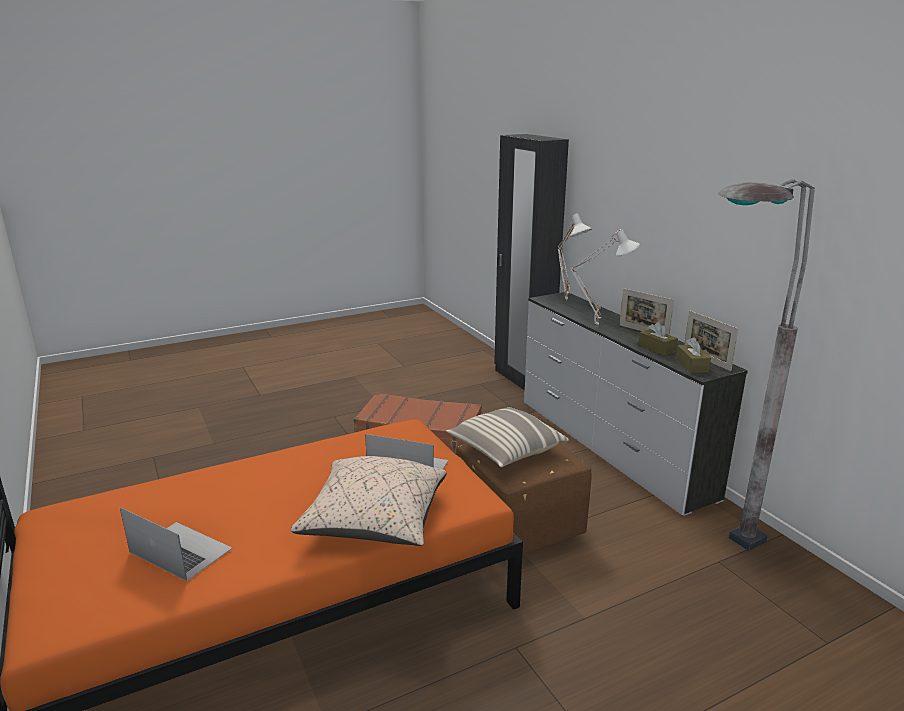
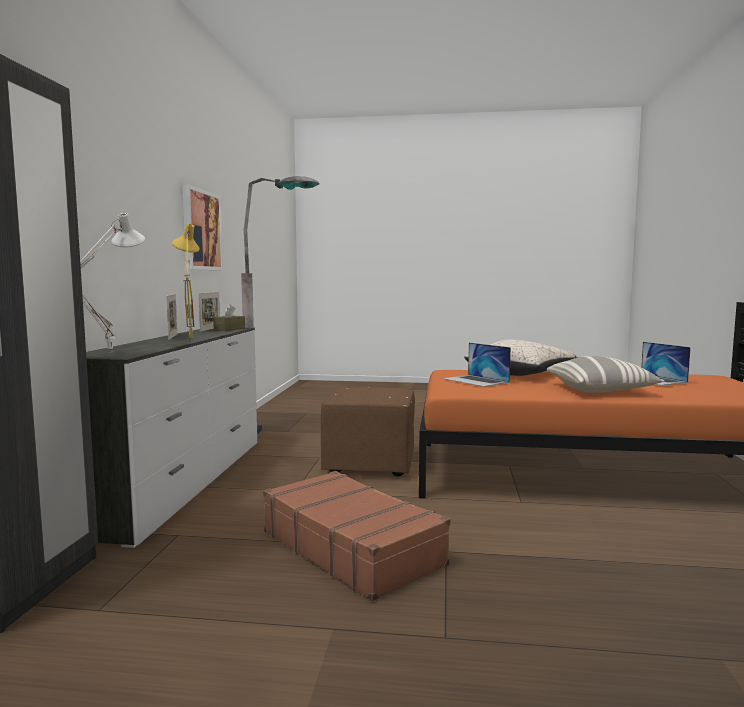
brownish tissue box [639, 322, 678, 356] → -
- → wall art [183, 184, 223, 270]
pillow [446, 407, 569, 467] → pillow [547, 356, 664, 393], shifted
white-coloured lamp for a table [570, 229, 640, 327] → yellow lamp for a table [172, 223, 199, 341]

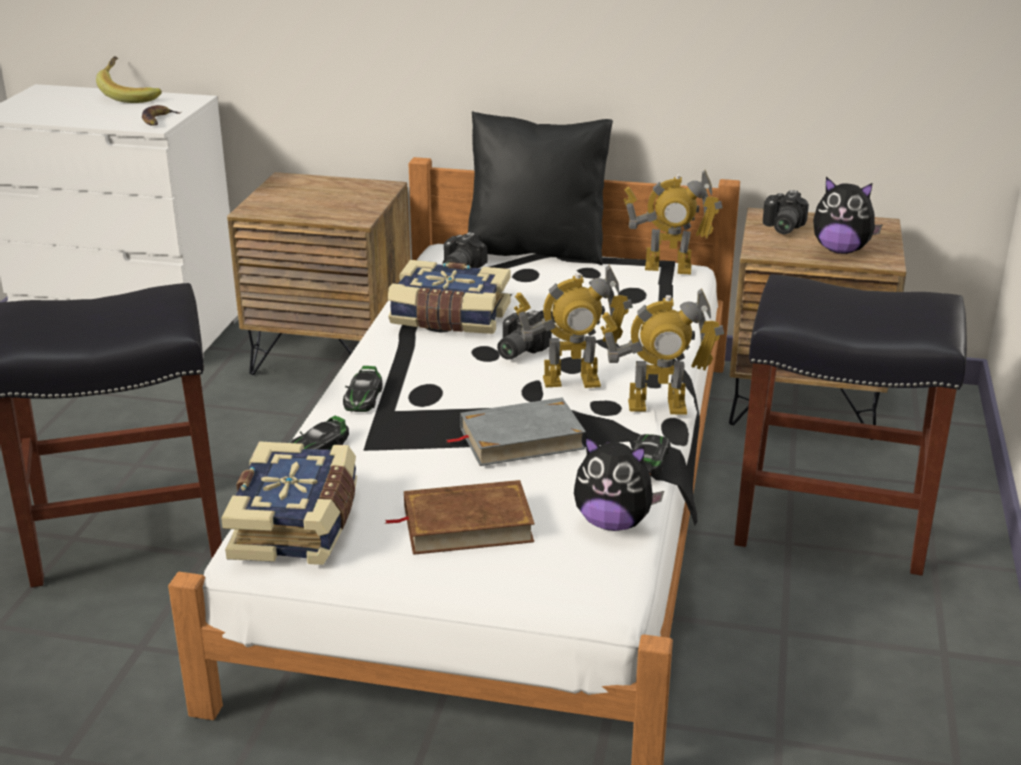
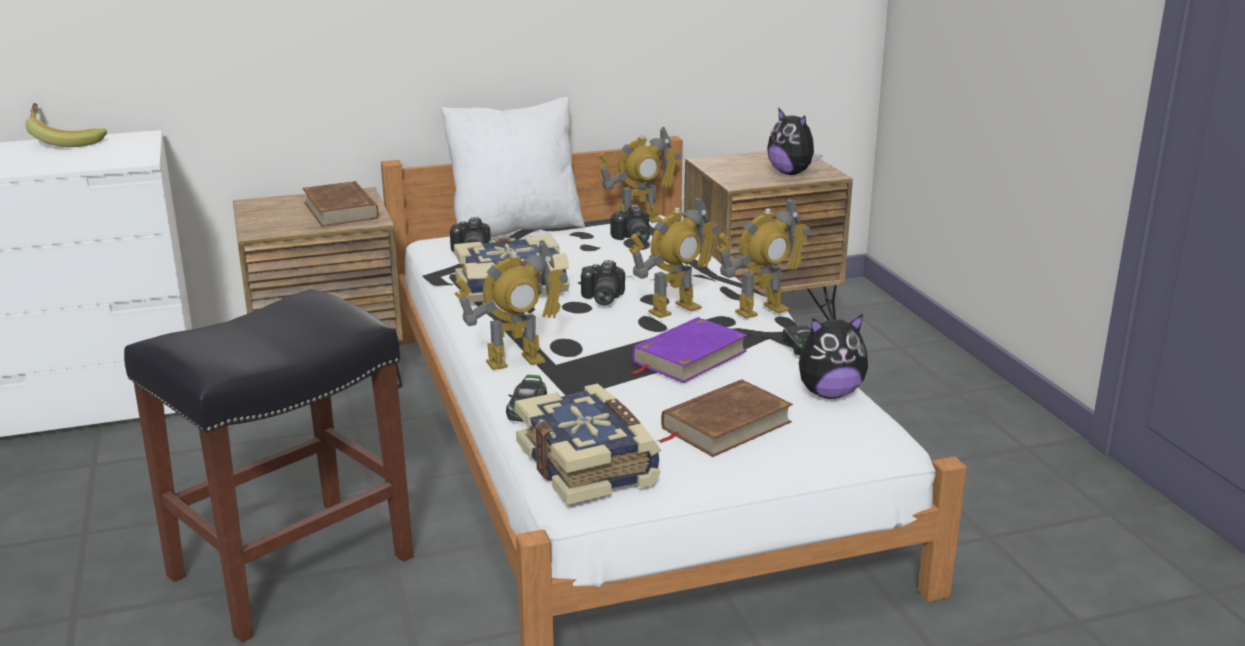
banana [142, 105, 181, 126] → -
black stool seat [734, 274, 967, 576] → -
- → brownish volume [302, 181, 379, 227]
photo camera [763, 190, 809, 234] → photo camera [611, 205, 650, 244], shifted
miniature car [343, 366, 383, 412] → toy robot [455, 240, 568, 370]
gray volume [446, 398, 586, 466] → purple-coloured volume [631, 317, 748, 383]
black pillow [468, 111, 613, 265] → white-coloured pillow [441, 97, 586, 237]
soft toy [813, 177, 882, 254] → soft toy [767, 108, 823, 175], 60 degrees clockwise

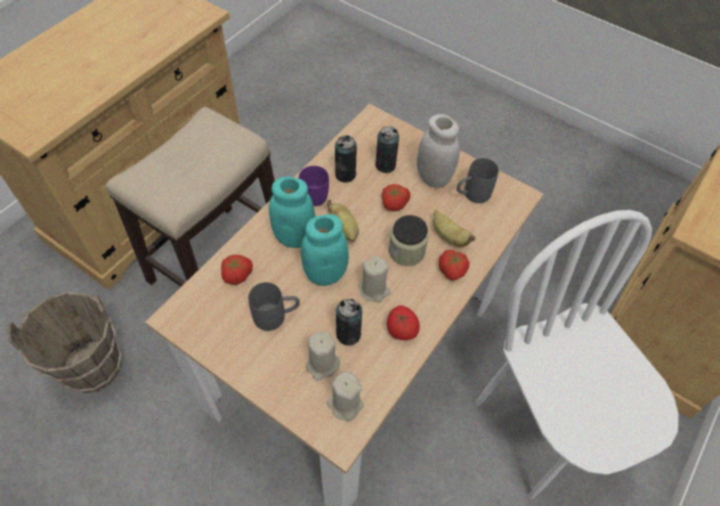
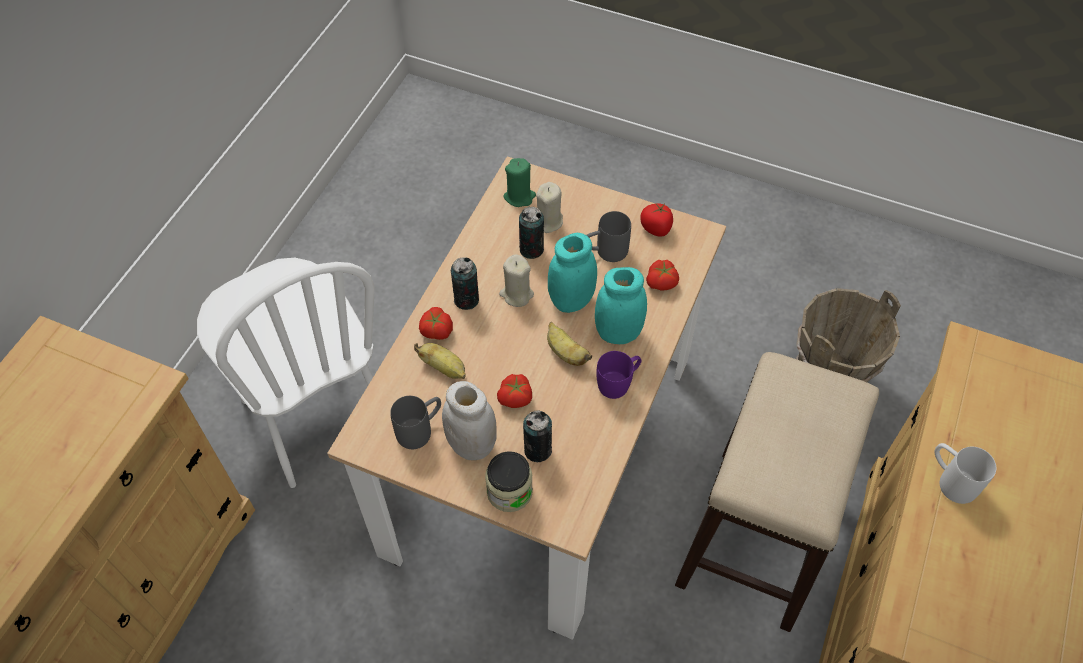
- → white-coloured tea mug [934, 443, 996, 504]
can [335, 135, 357, 182] → can [451, 257, 479, 310], shifted
whole tomato [387, 305, 420, 340] → whole tomato [640, 203, 673, 237], shifted
storage jar [389, 215, 429, 266] → storage jar [485, 451, 533, 512], shifted
beige wax candle [327, 372, 364, 421] → greenish wax candle [503, 158, 536, 207]

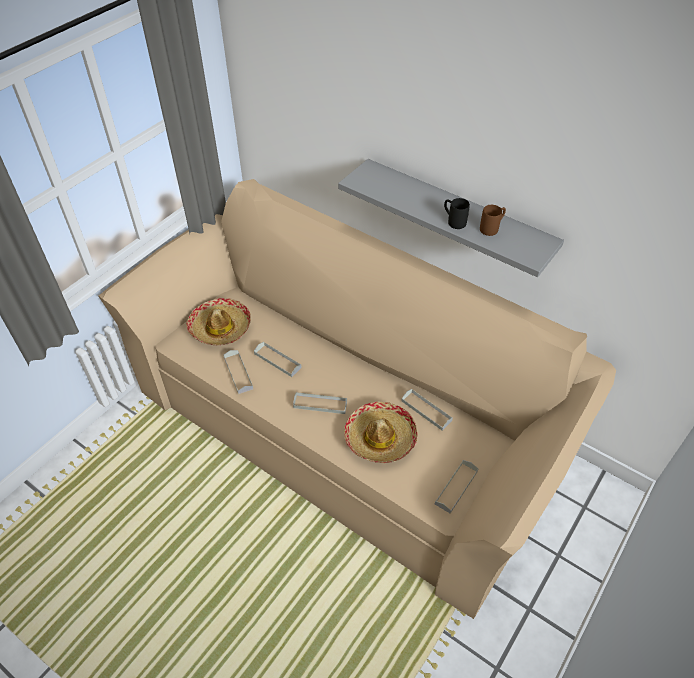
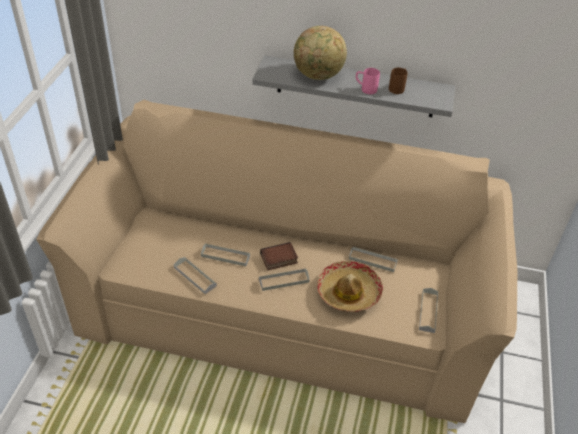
wearable hat [186, 298, 251, 345] → -
- → volume [260, 242, 298, 270]
- → world globe [294, 26, 347, 80]
black tea mug [444, 198, 470, 229] → pinkish tea mug [356, 68, 380, 94]

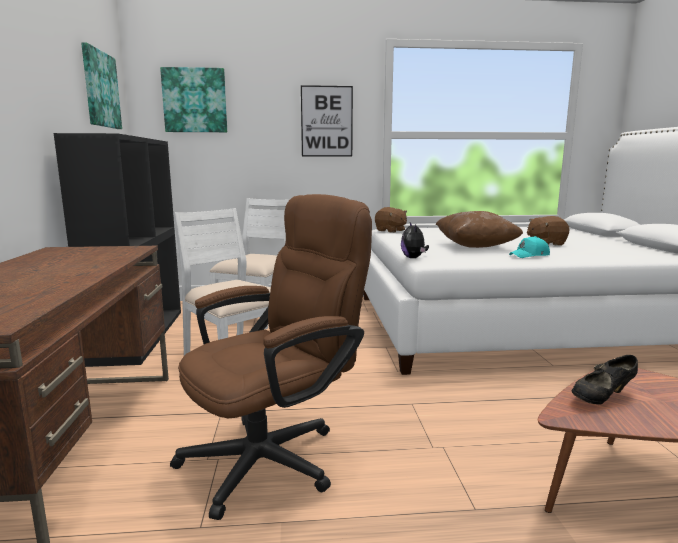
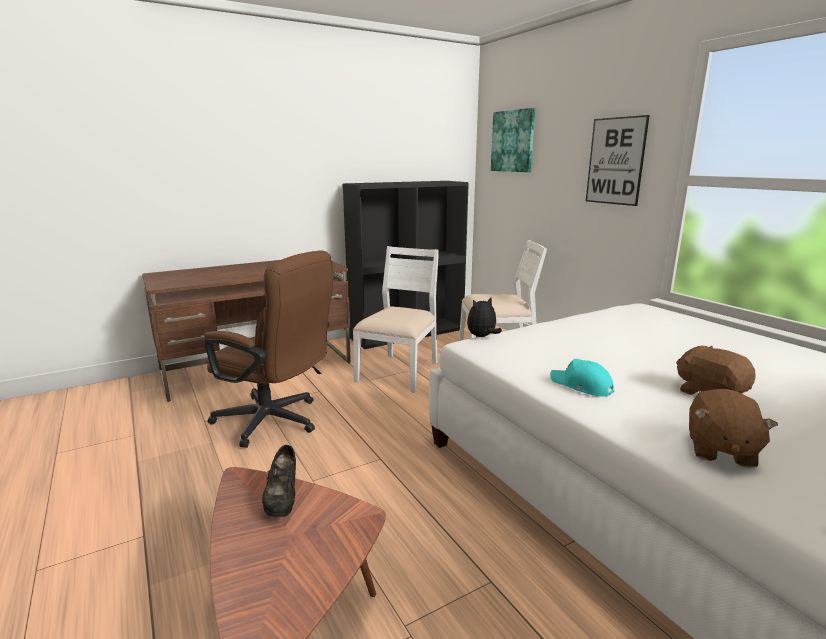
wall art [81, 42, 122, 129] → -
brownish pillow [436, 211, 523, 248] → -
brownish soft toy [375, 207, 407, 233] → brownish soft toy [689, 389, 778, 468], shifted
black item of footwear [572, 355, 638, 405] → black item of footwear [262, 445, 296, 517], 135 degrees counterclockwise

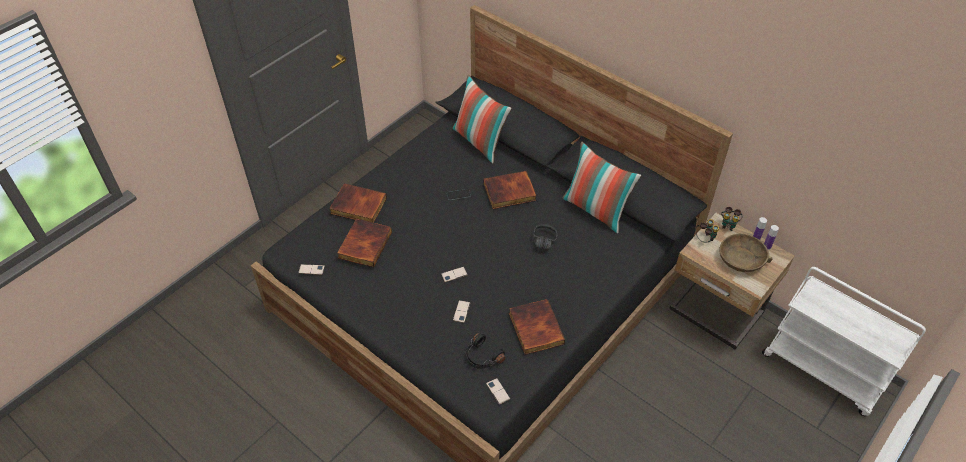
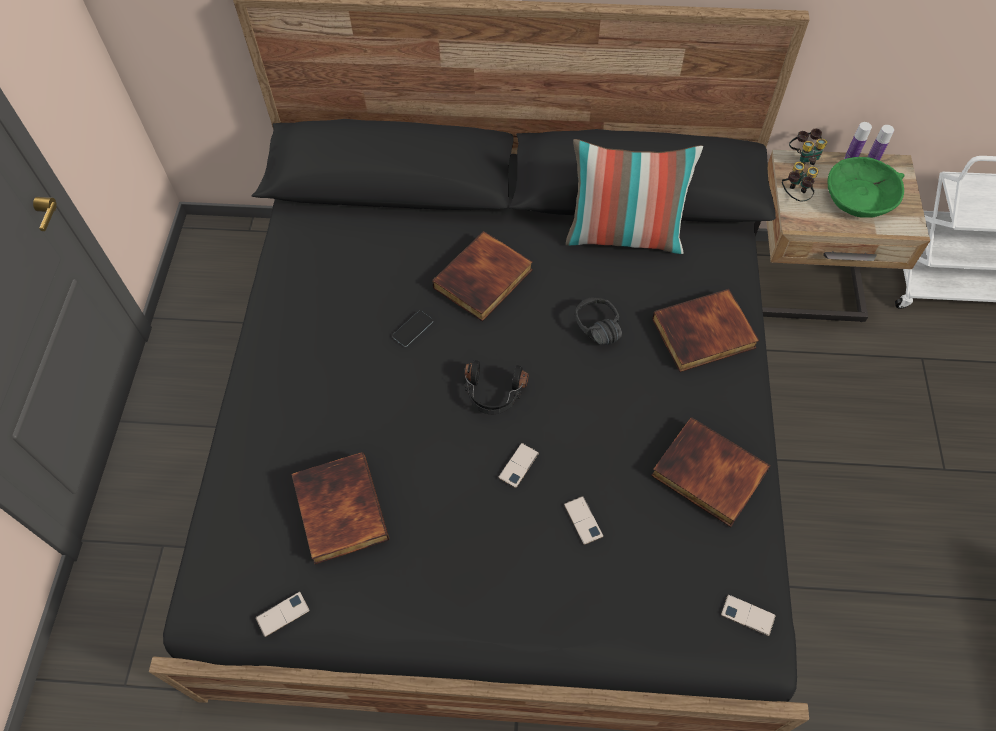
pillow [452, 75, 512, 164] → -
volume [329, 183, 387, 223] → volume [652, 289, 759, 372], shifted
black headphones [466, 333, 505, 369] → black headphones [464, 360, 529, 414], shifted
brownish deep dish [719, 234, 772, 272] → greenish deep dish [828, 157, 904, 218]

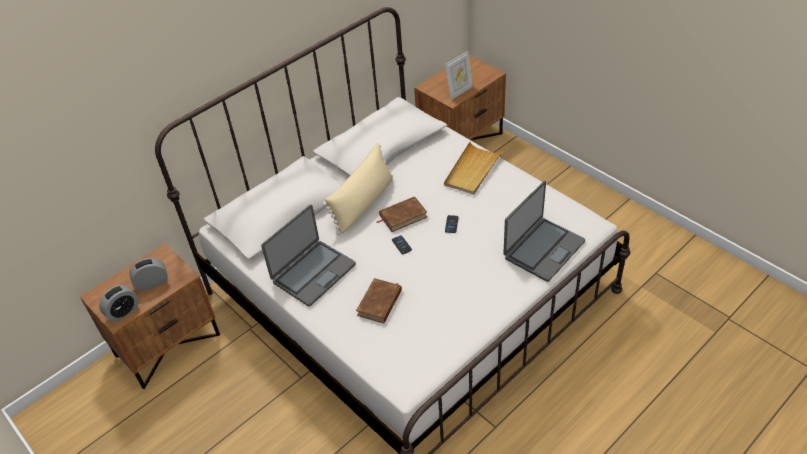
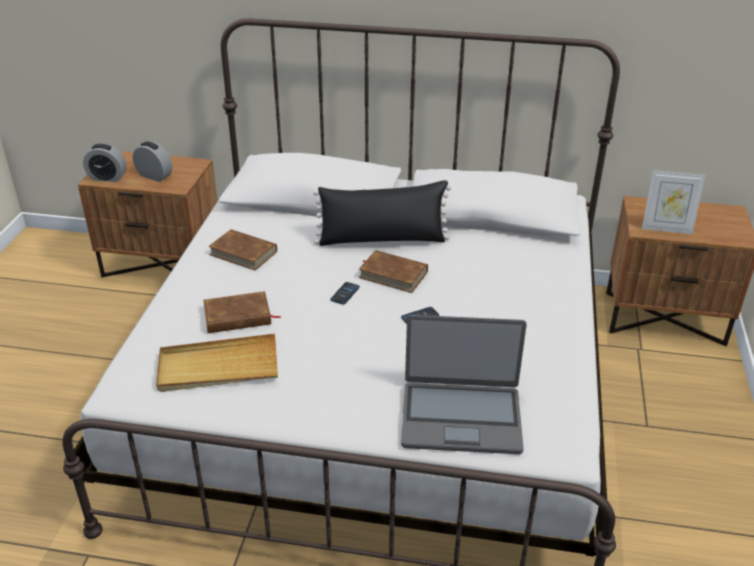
beige serving tray [444, 142, 503, 195] → beige serving tray [156, 334, 278, 392], shifted
portable computer [261, 205, 356, 306] → brownish volume [208, 229, 277, 271]
beige pillow [322, 143, 393, 235] → black pillow [313, 180, 451, 246]

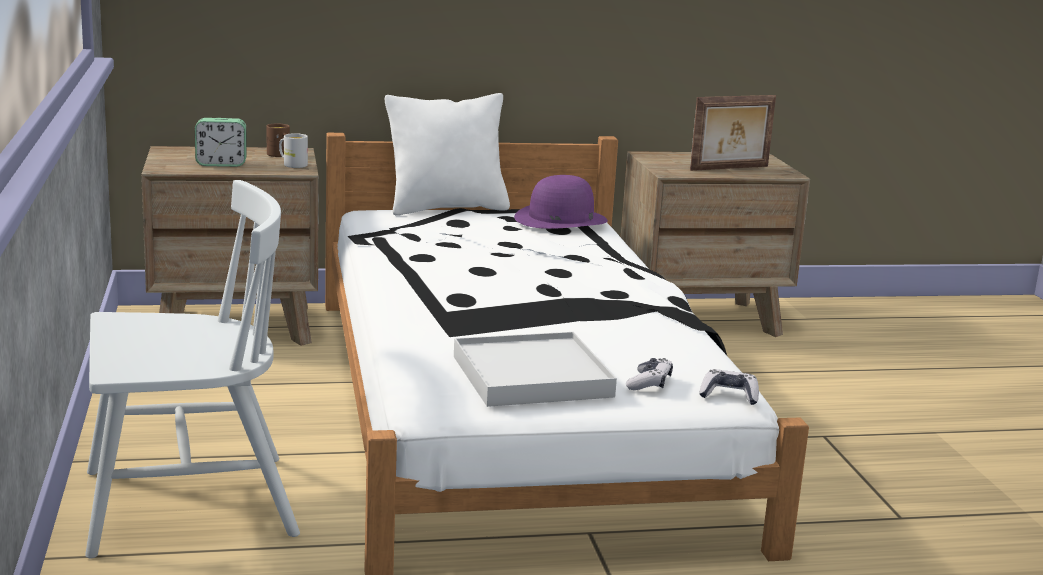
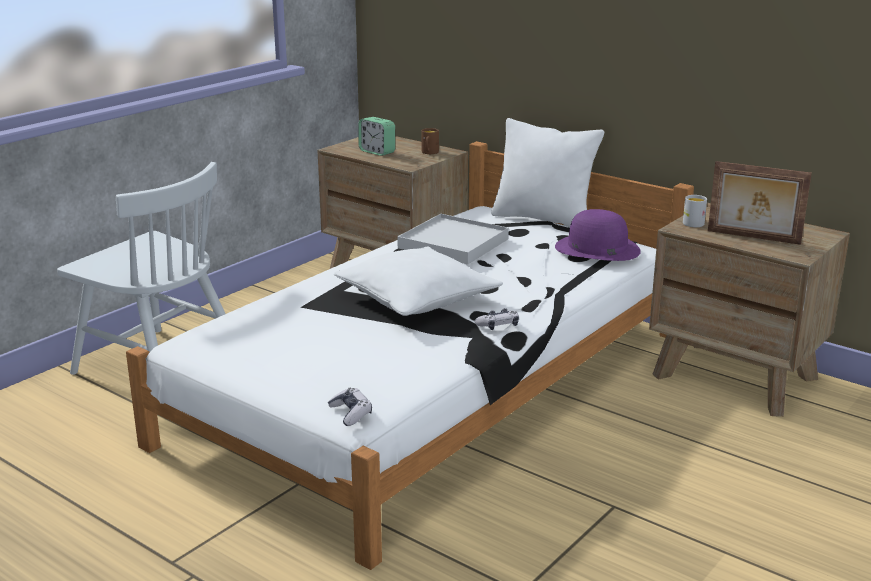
- → white-coloured pillow [334, 246, 503, 316]
white-coloured tea mug [279, 133, 308, 168] → white-coloured tea mug [683, 195, 707, 227], shifted
white-coloured serving tray [454, 332, 617, 407] → white-coloured serving tray [397, 214, 509, 265], shifted
game controller [626, 358, 673, 390] → game controller [474, 308, 519, 330], shifted

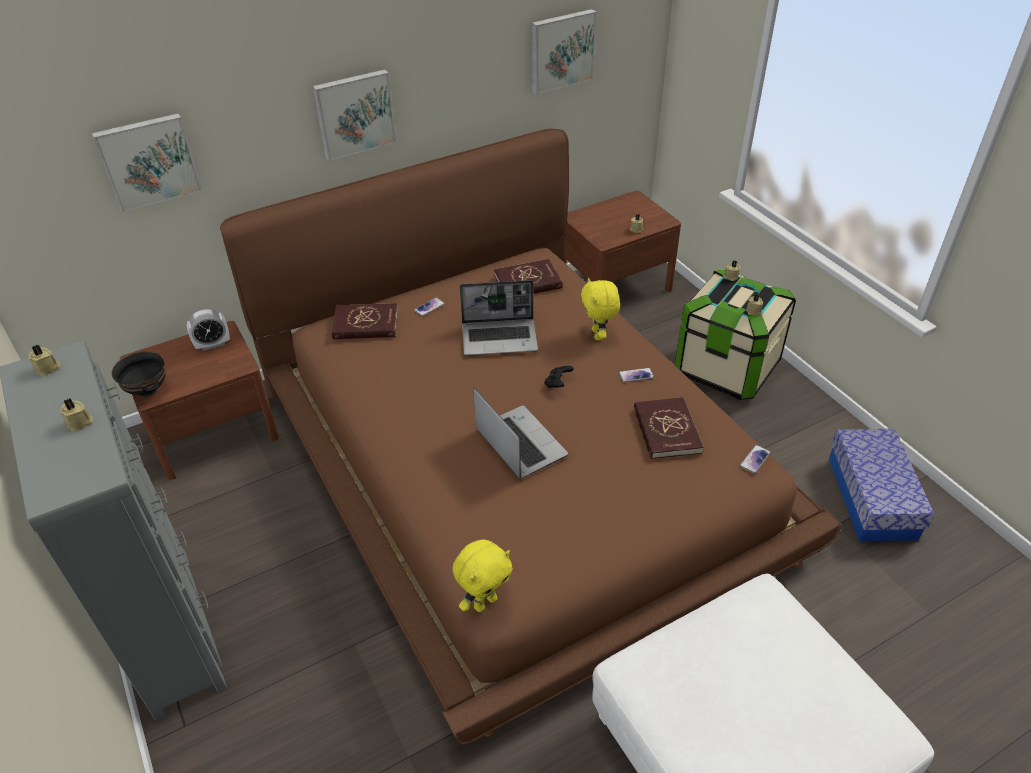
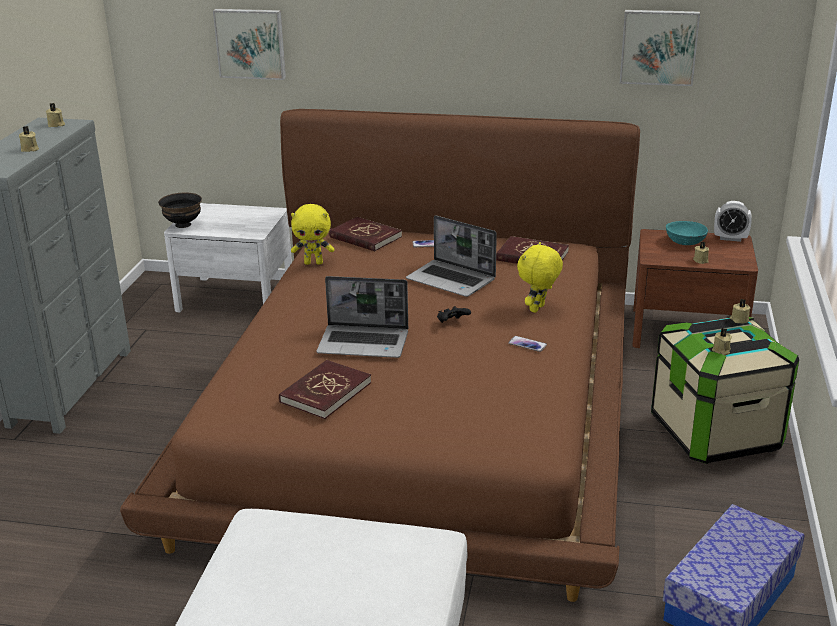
wall art [313, 69, 397, 161] → -
telephone [740, 445, 770, 474] → -
- → turquoise deep dish [666, 221, 708, 245]
bedside clock [187, 309, 230, 351] → bedside clock [714, 201, 752, 242], shifted
yellow soft toy [453, 539, 513, 612] → yellow soft toy [291, 204, 334, 265], shifted
reddish volume [634, 397, 703, 459] → reddish volume [279, 360, 371, 419], shifted
brownish night table [120, 321, 279, 480] → white-coloured night table [164, 203, 292, 312]
portable computer [473, 388, 568, 479] → portable computer [316, 276, 408, 358], 90 degrees clockwise

